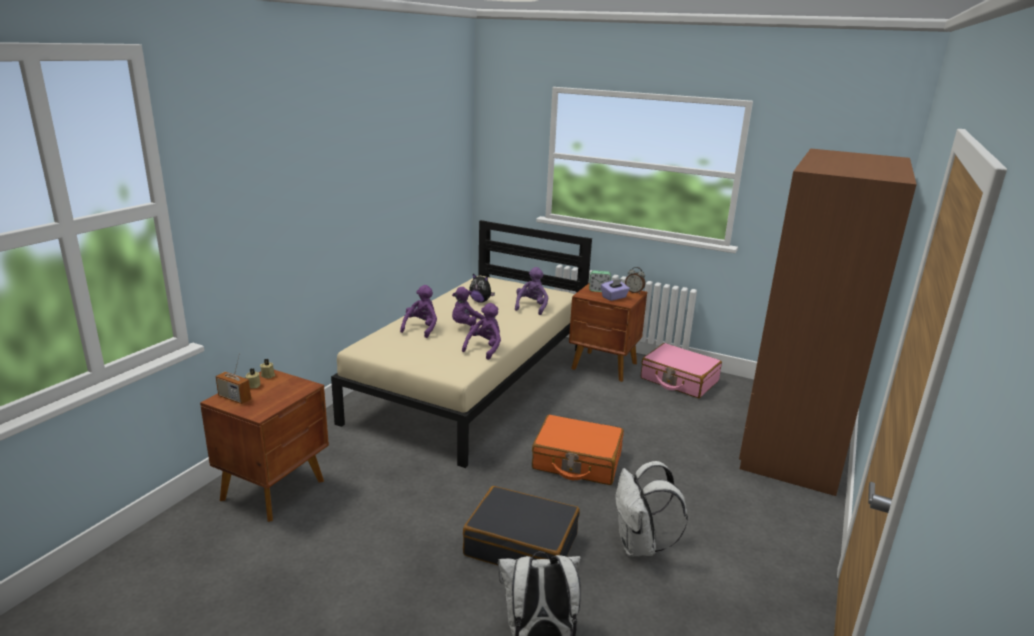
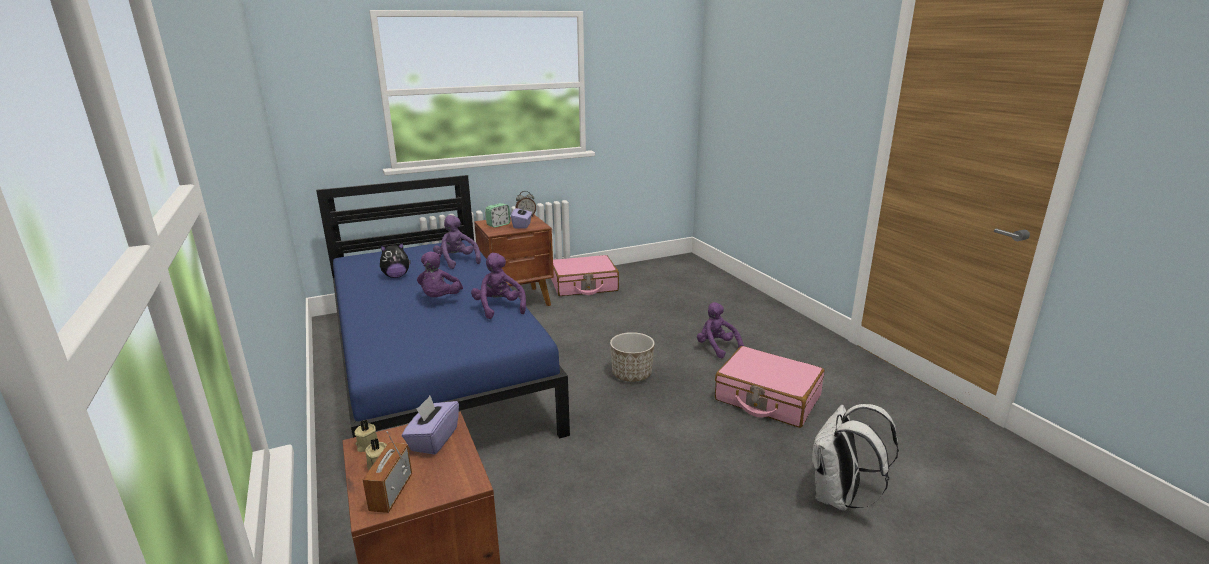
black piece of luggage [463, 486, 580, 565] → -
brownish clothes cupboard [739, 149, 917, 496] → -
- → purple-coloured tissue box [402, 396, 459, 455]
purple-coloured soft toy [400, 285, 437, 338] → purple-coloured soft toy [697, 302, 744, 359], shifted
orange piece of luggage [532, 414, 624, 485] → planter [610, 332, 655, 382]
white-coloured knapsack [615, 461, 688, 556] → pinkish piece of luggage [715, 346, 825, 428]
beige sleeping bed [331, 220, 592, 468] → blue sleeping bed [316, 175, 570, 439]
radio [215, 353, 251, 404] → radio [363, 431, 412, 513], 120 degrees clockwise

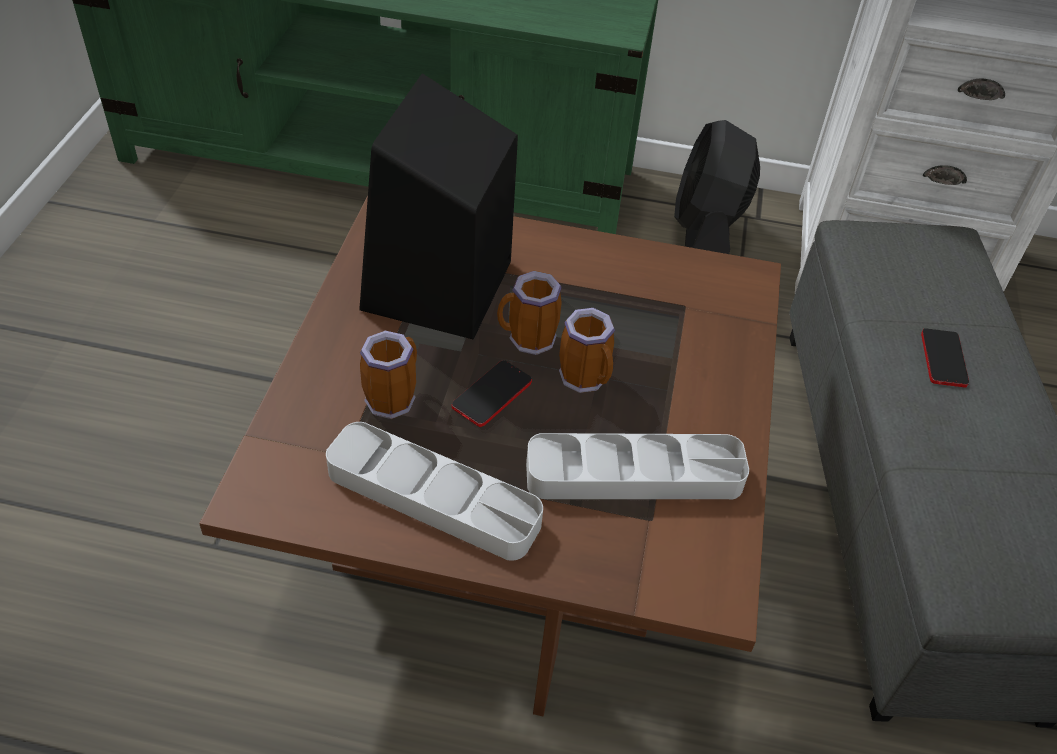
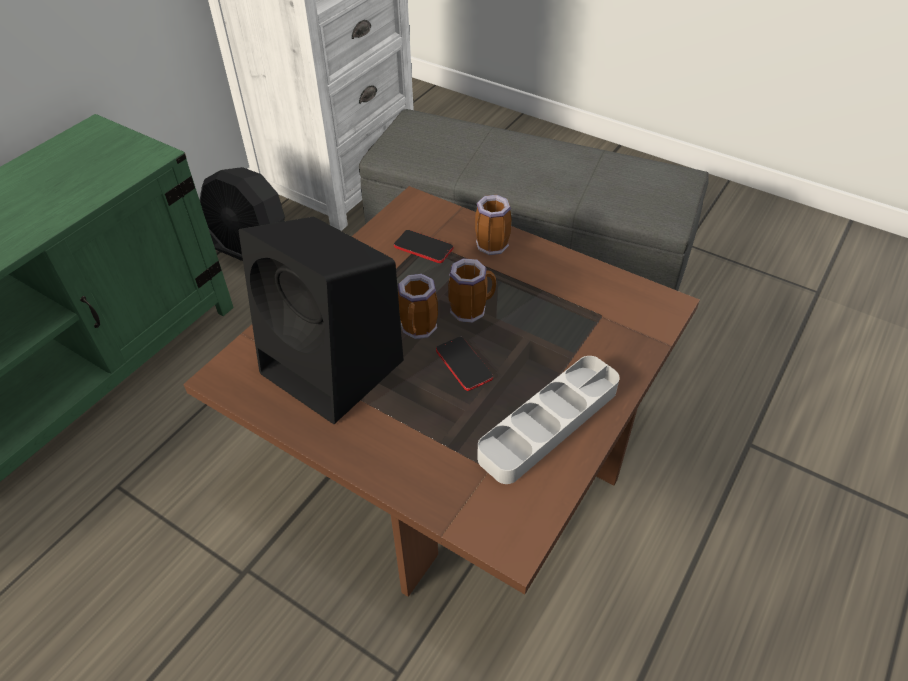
gray serving tray [526, 433, 749, 499] → -
tea mug [360, 331, 417, 419] → tea mug [475, 195, 512, 255], shifted
telephone [921, 328, 969, 388] → telephone [394, 230, 453, 263], shifted

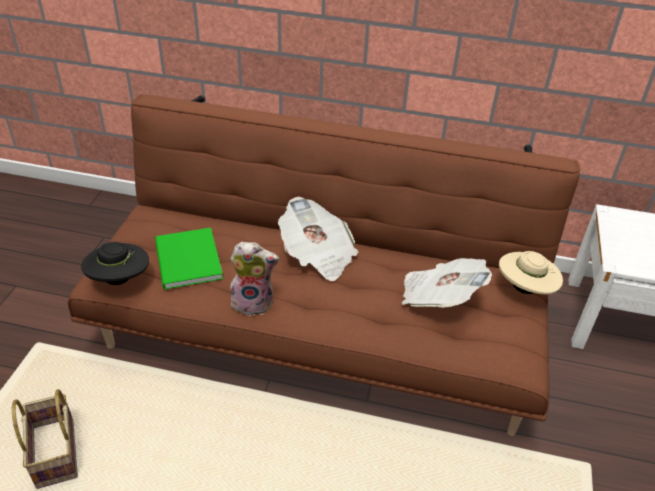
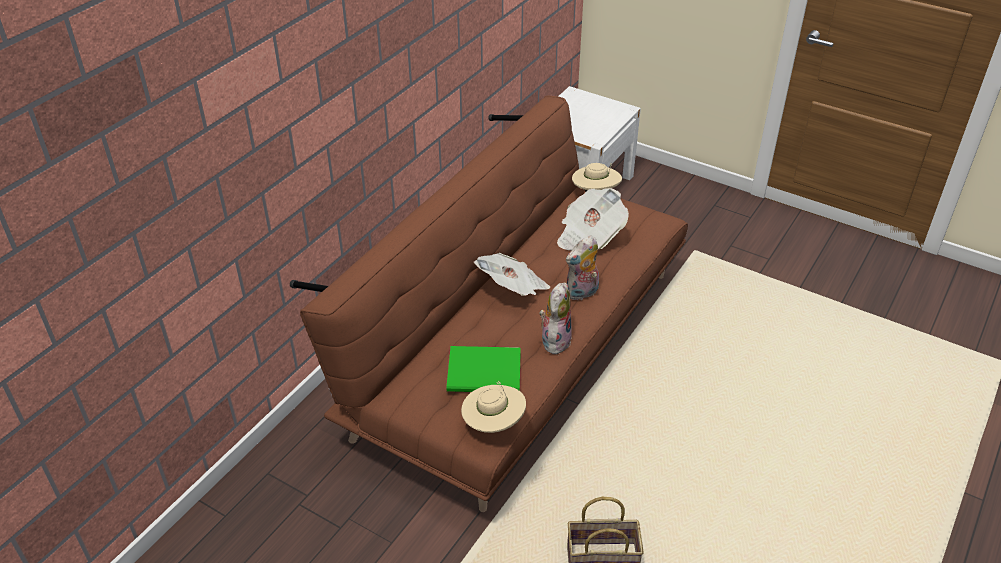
- → soft toy [566, 235, 599, 300]
black wearable hat [81, 242, 149, 285] → beige wearable hat [461, 381, 526, 433]

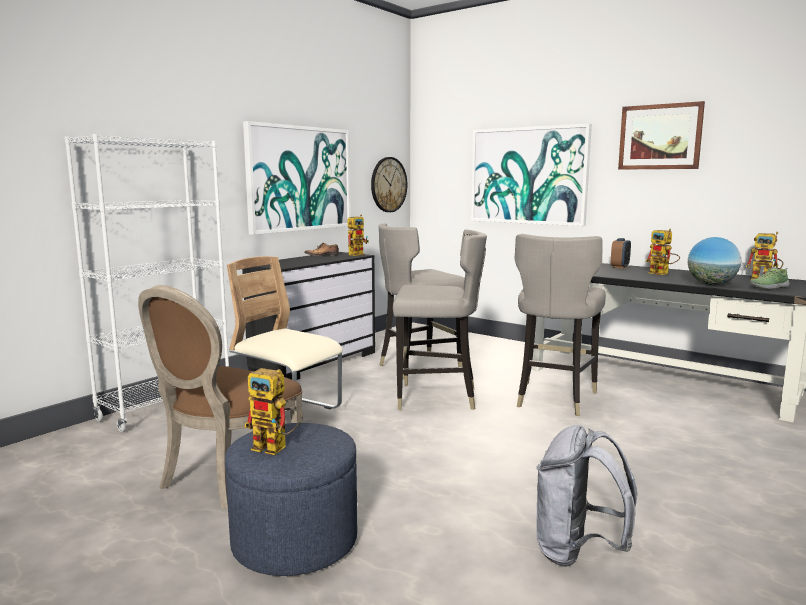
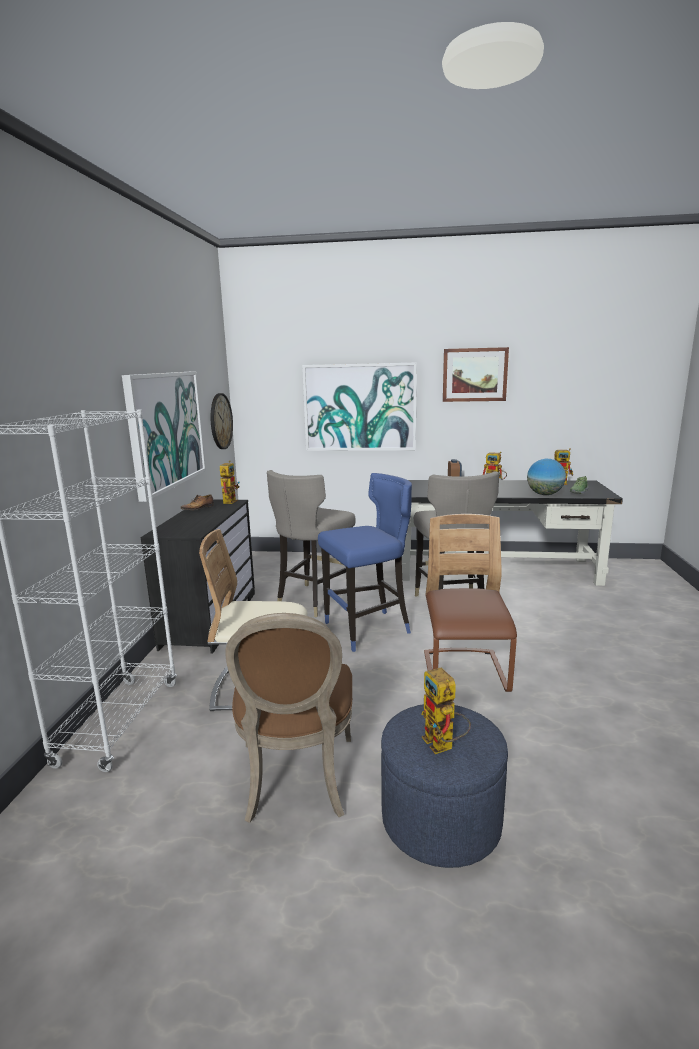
gray knapsack [536, 425, 637, 567] → -
- → brownish plain chair [424, 514, 517, 692]
gray stool seat [393, 230, 487, 410] → blue stool seat [318, 473, 412, 652]
toy robot [244, 368, 303, 455] → toy robot [422, 668, 471, 754], 75 degrees clockwise

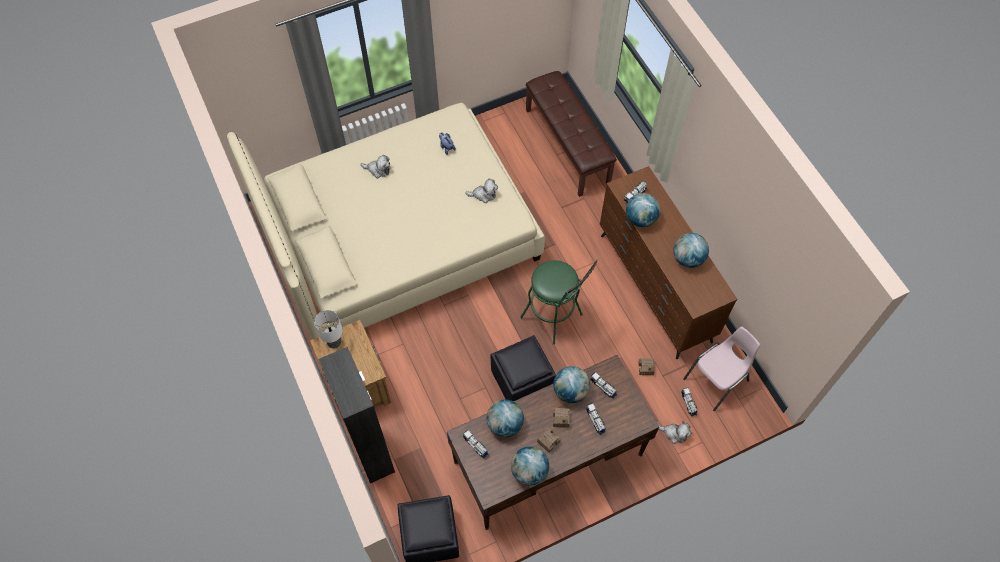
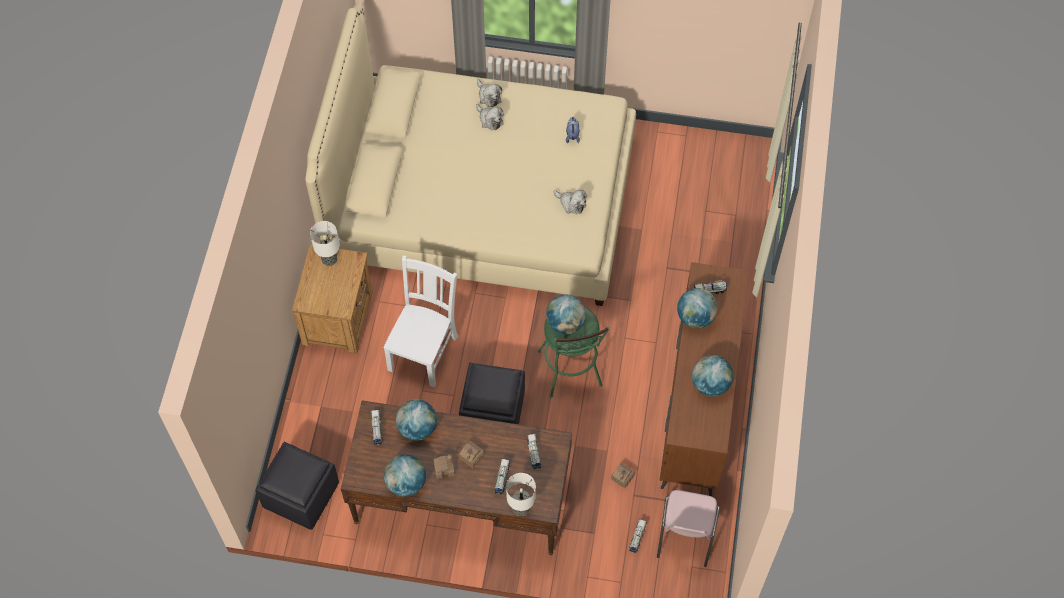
black cabinet [318, 347, 395, 483] → -
brownish long seat [526, 71, 617, 197] → -
- → white-coloured plain chair [383, 255, 458, 388]
- → lamp for a table [506, 473, 536, 516]
world globe [553, 366, 590, 403] → world globe [546, 295, 586, 334], shifted
soft toy [658, 421, 691, 444] → soft toy [477, 79, 502, 107], shifted
pinkish plain chair [683, 327, 760, 411] → pinkish plain chair [657, 490, 720, 567], 105 degrees clockwise

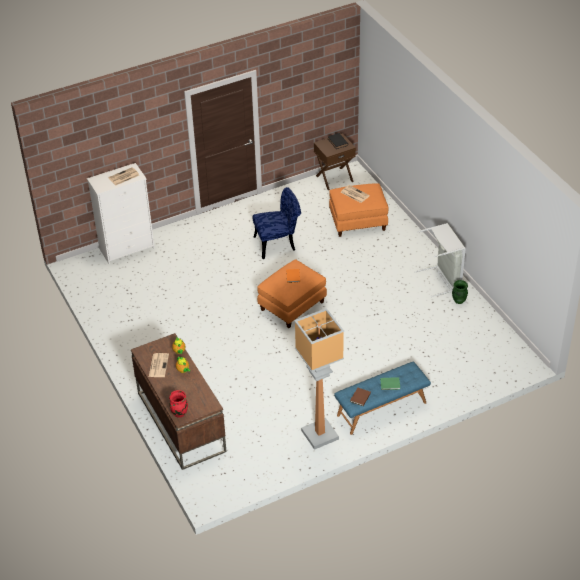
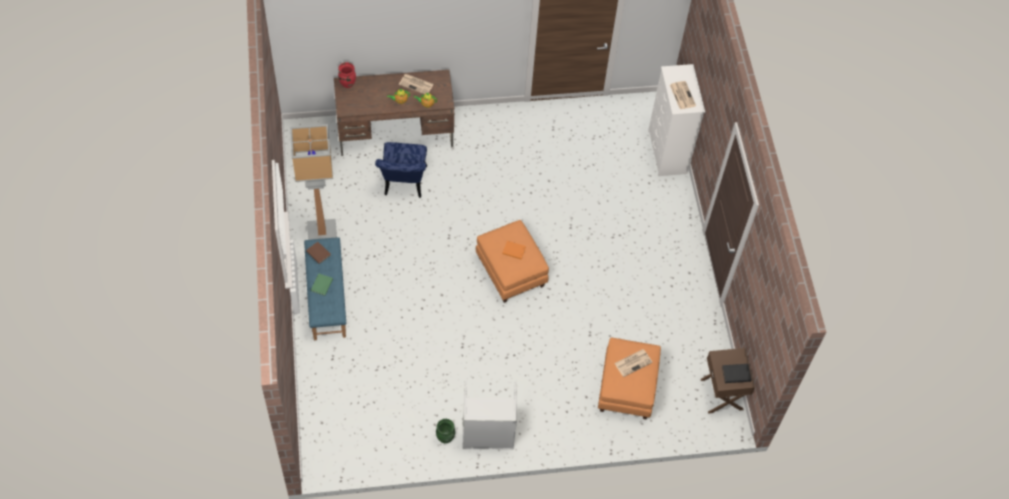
blue plain chair [253, 187, 301, 259] → blue plain chair [375, 142, 427, 198], shifted

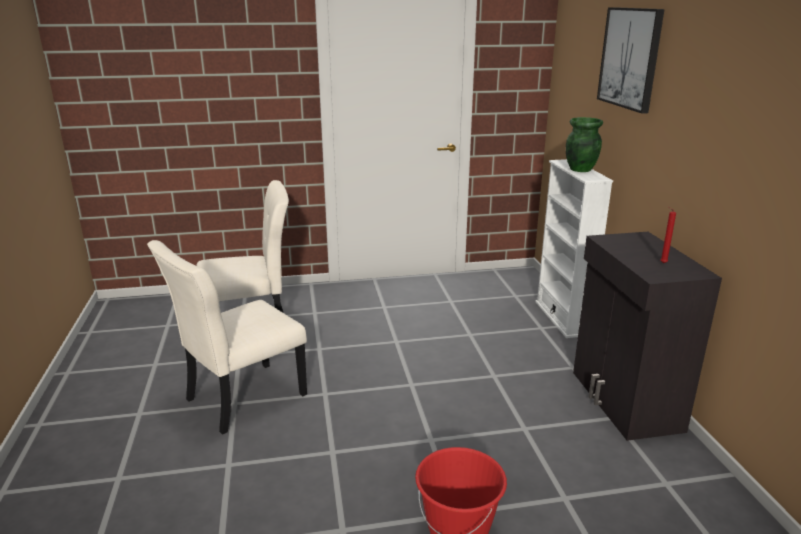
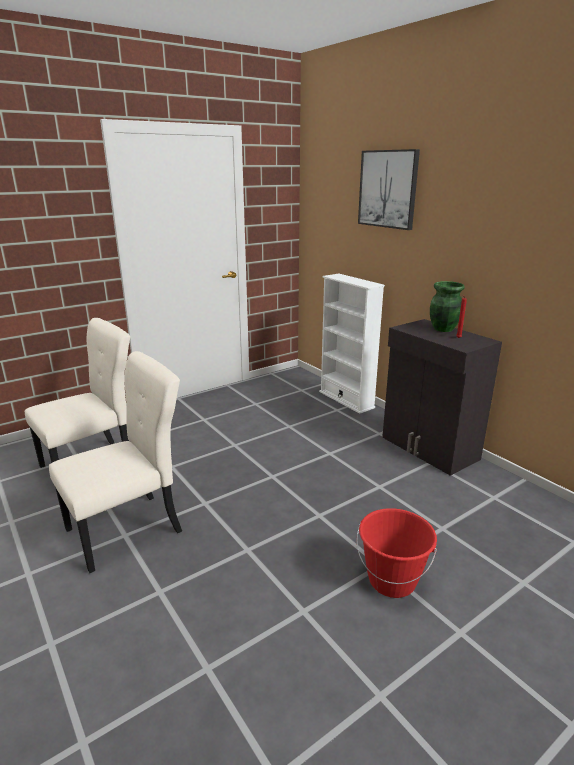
greenish vase [566, 117, 603, 172] → greenish vase [430, 281, 465, 332], shifted
beige plain chair [147, 240, 307, 435] → beige plain chair [49, 351, 182, 573], 150 degrees counterclockwise

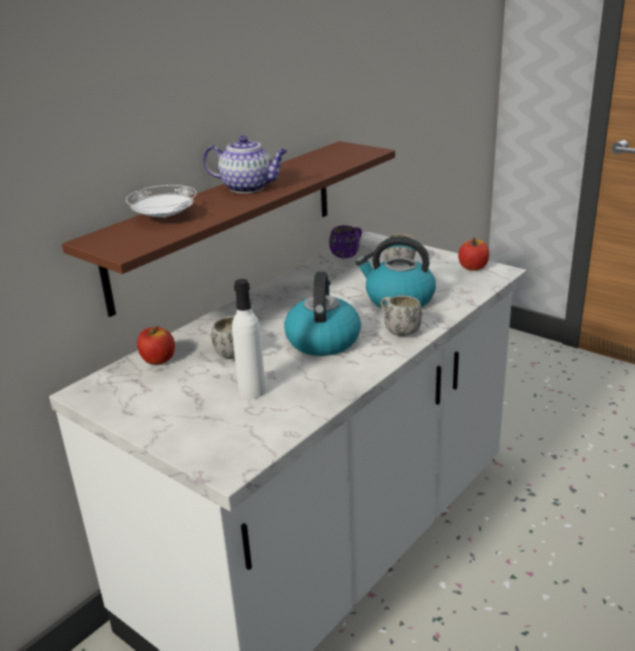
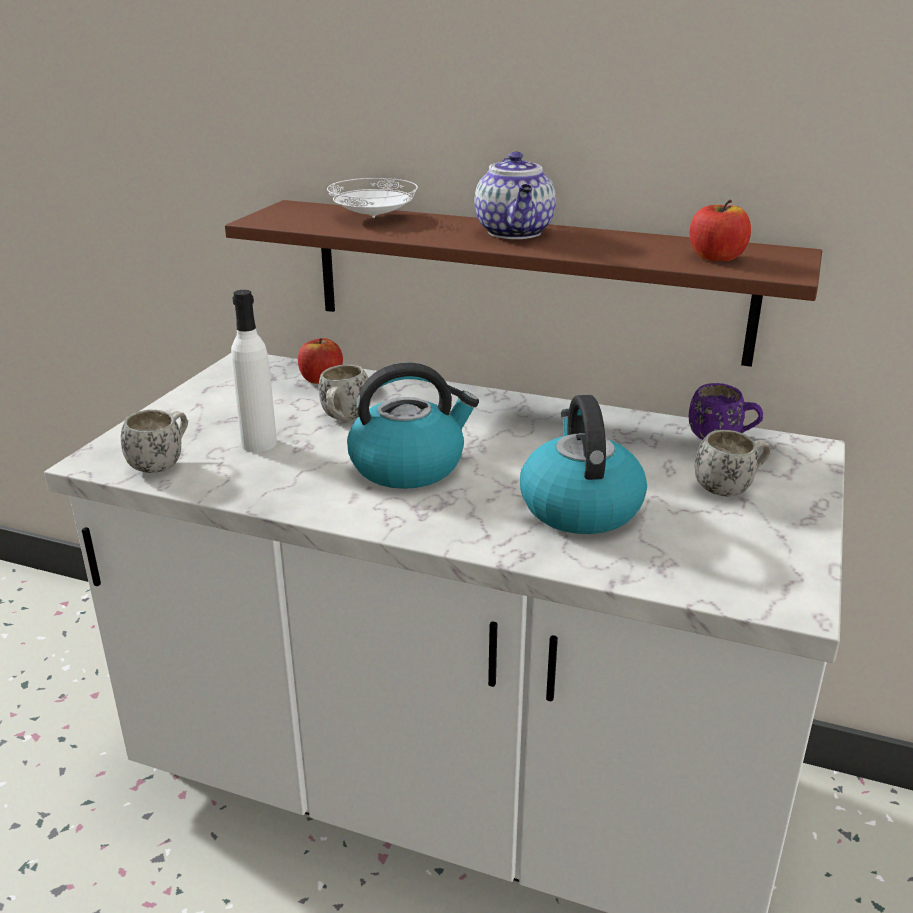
white-coloured tea mug [380, 295, 422, 336] → white-coloured tea mug [121, 410, 188, 473], shifted
apple [458, 238, 489, 271] → apple [690, 200, 751, 261], shifted

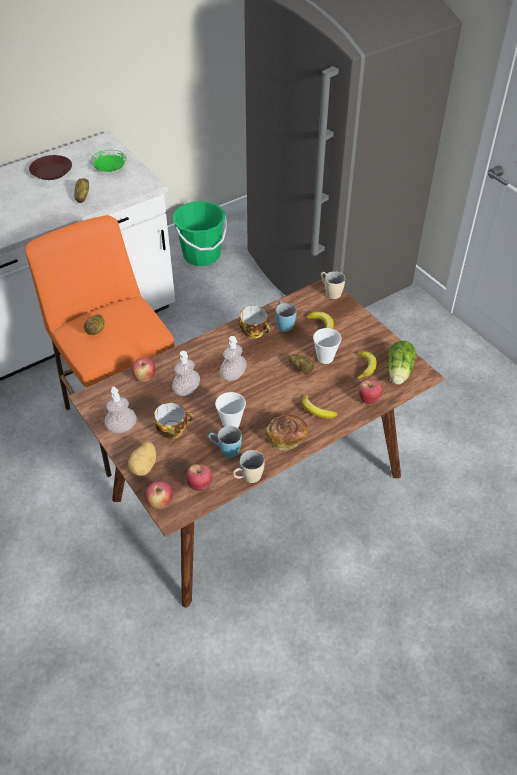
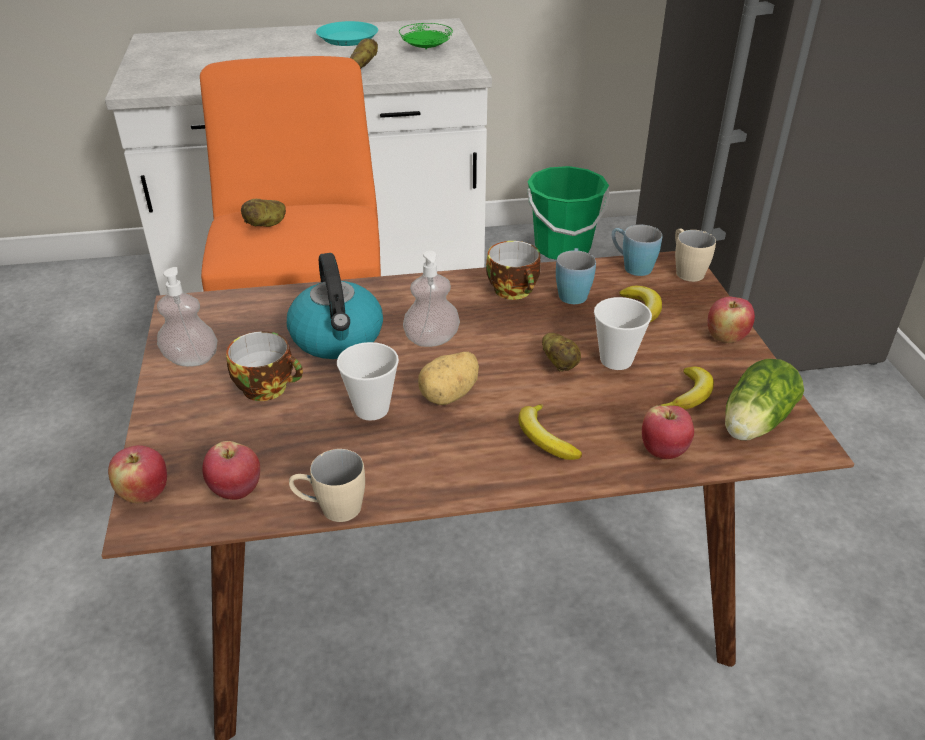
baked bread [265, 415, 308, 450] → -
whole potato [128, 442, 156, 476] → whole potato [418, 352, 479, 405], shifted
apple [132, 358, 155, 382] → apple [708, 297, 755, 343], shifted
blue tea mug [208, 426, 242, 458] → blue tea mug [612, 225, 662, 276], shifted
soap dispenser [172, 351, 200, 396] → water kettle [287, 253, 383, 359]
brownish dinner plate [29, 155, 72, 180] → turquoise dinner plate [316, 21, 378, 46]

